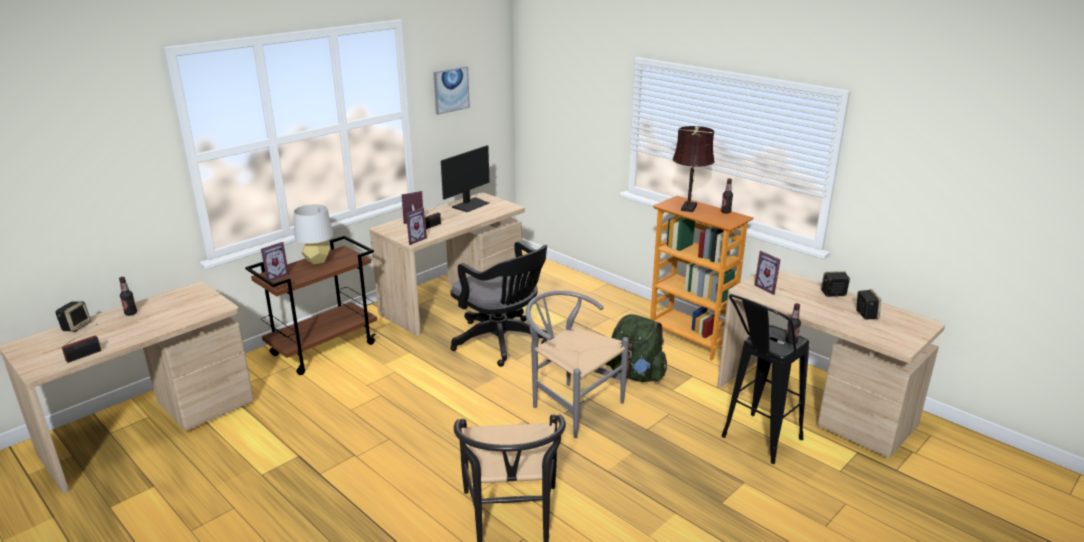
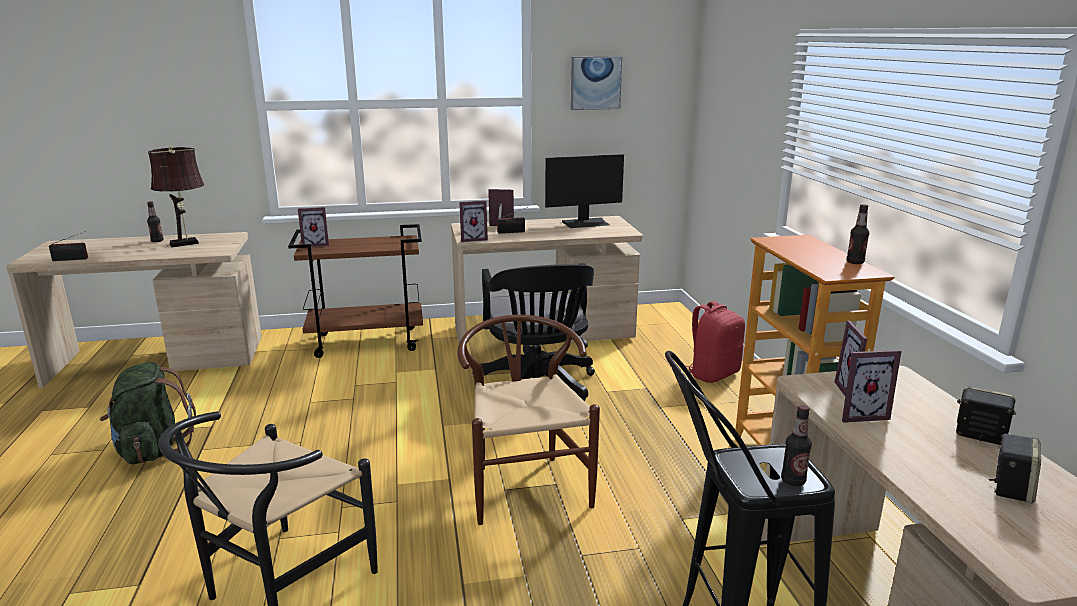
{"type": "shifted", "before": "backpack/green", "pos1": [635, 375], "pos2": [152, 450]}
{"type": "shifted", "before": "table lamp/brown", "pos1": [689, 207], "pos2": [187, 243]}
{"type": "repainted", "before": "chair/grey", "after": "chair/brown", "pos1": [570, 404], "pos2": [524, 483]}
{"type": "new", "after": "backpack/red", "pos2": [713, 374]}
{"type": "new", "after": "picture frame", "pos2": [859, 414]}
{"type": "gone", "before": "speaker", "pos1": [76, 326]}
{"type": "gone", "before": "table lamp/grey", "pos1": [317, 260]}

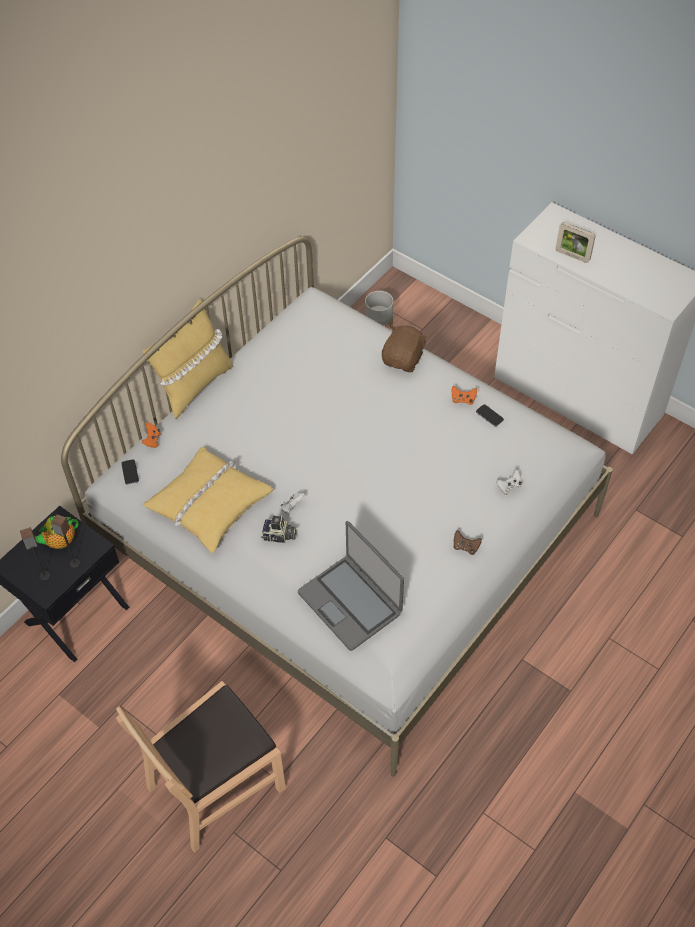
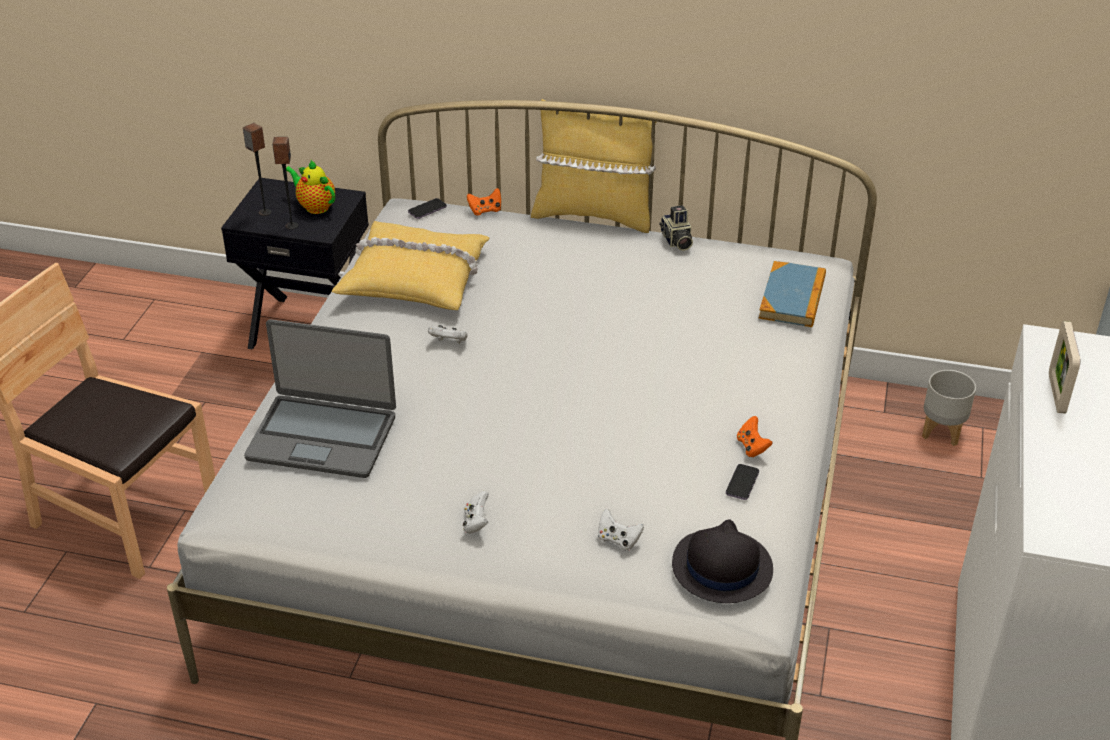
{"type": "rotated", "before": "laptop", "pos1": [350, 602], "pos2": [323, 436], "turn": -105}
{"type": "repainted", "before": "game controller/brown", "after": "game controller/white", "pos1": [465, 547], "pos2": [476, 523]}
{"type": "shifted", "before": "photo camera", "pos1": [279, 536], "pos2": [676, 241]}
{"type": "new", "after": "hat/black", "pos2": [721, 567]}
{"type": "new", "after": "book", "pos2": [792, 297]}
{"type": "gone", "before": "plush toy/brown", "pos1": [403, 359]}

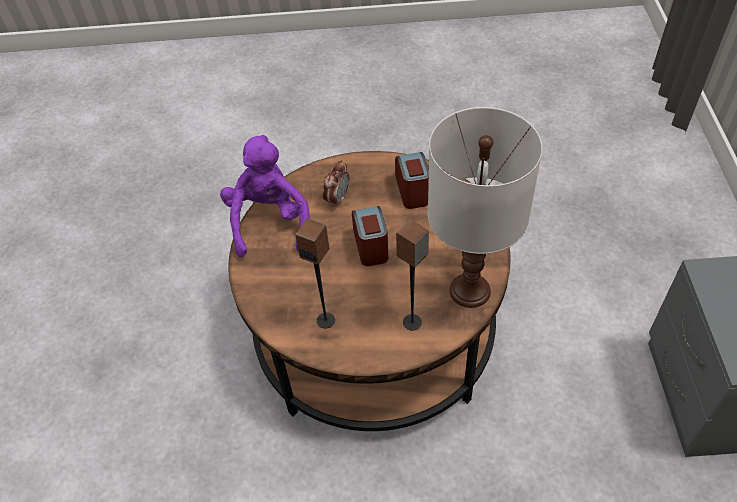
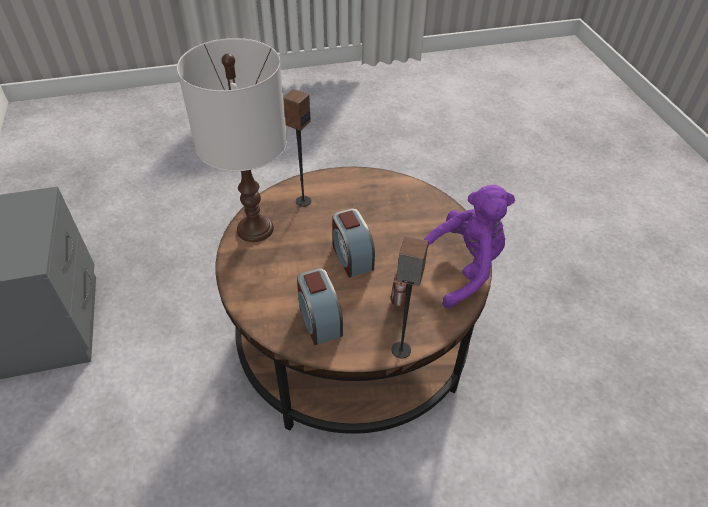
{"type": "shifted", "before": "speaker", "pos1": [326, 320], "pos2": [401, 350]}
{"type": "rotated", "before": "plush toy/purple", "pos1": [269, 221], "pos2": [462, 268], "turn": -105}

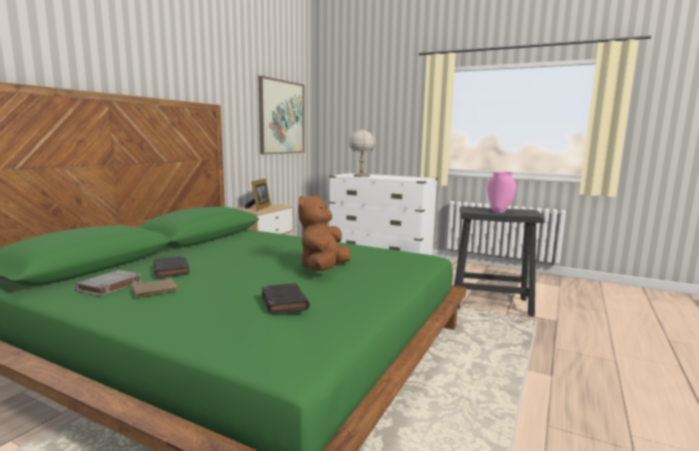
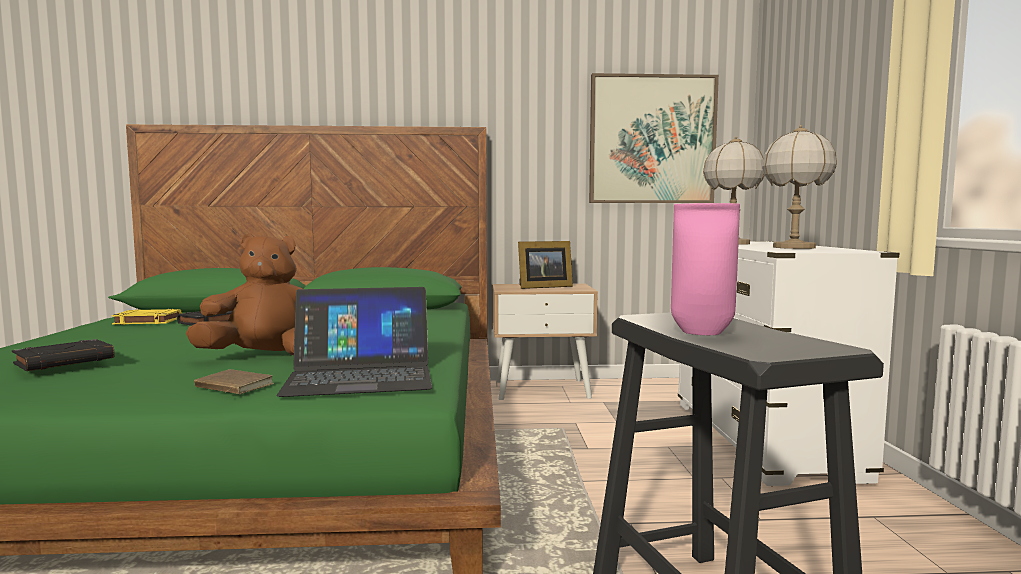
{"type": "repainted", "before": "book/grey", "after": "book/yellow", "pos1": [109, 286], "pos2": [147, 321]}
{"type": "shifted", "before": "book/brown", "pos1": [155, 291], "pos2": [232, 387]}
{"type": "new", "after": "laptop", "pos2": [360, 375]}
{"type": "new", "after": "table lamp", "pos2": [793, 247]}

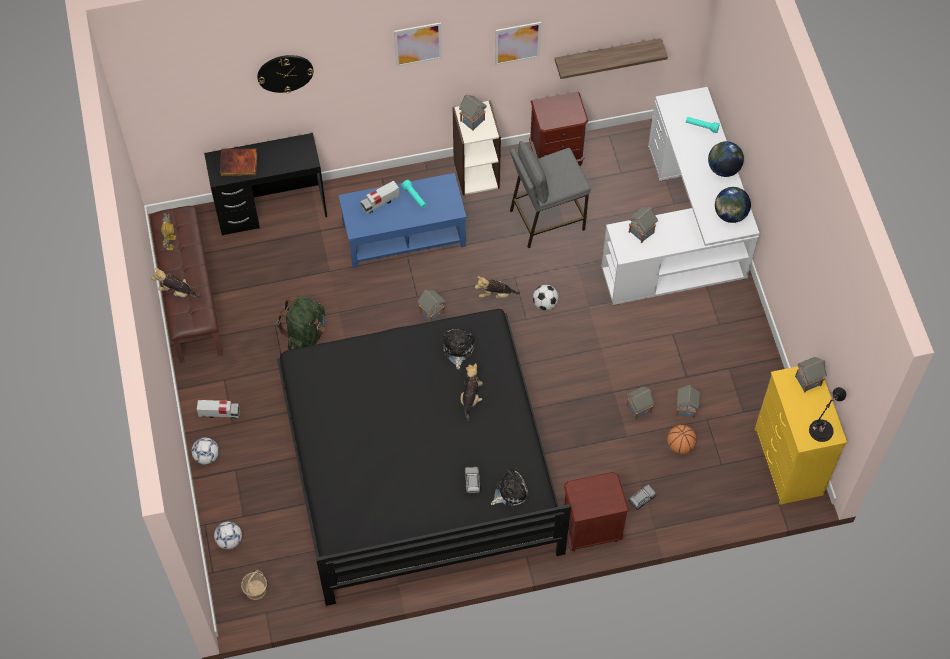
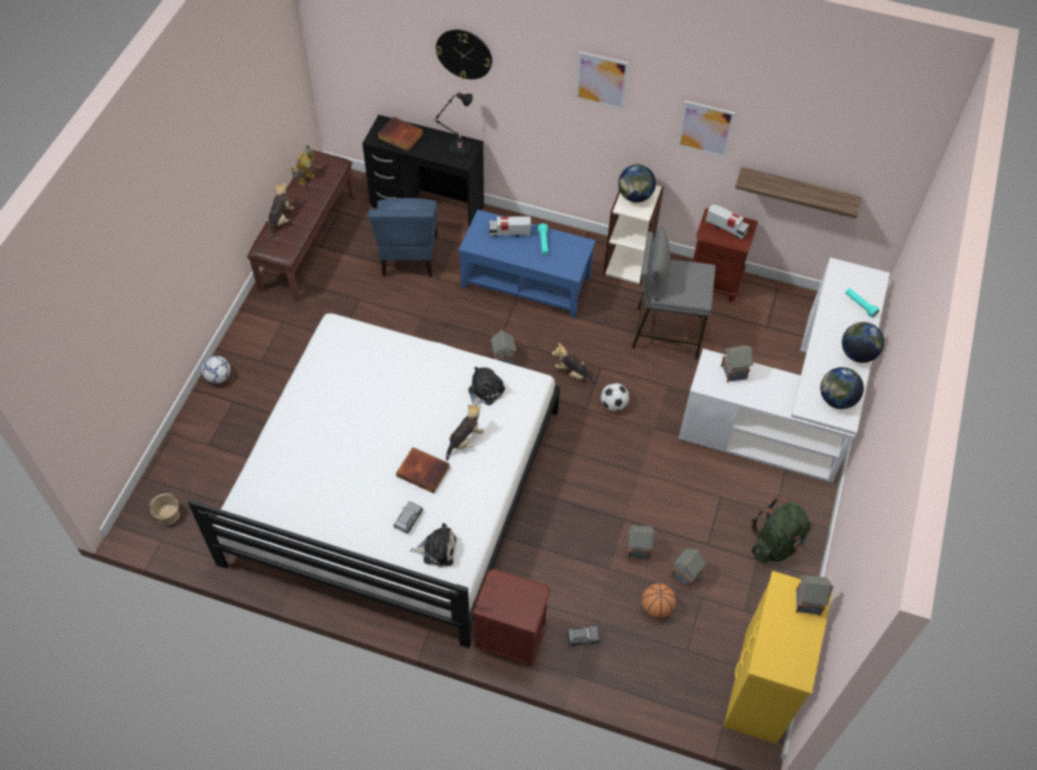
{"type": "repainted", "before": "bed/black", "after": "bed/white", "pos1": [419, 465], "pos2": [393, 485]}
{"type": "rotated", "before": "plush toy", "pos1": [177, 291], "pos2": [281, 220], "turn": 60}
{"type": "new", "after": "chair/blue", "pos2": [408, 255]}
{"type": "new", "after": "book", "pos2": [424, 470]}
{"type": "shifted", "before": "table lamp/black", "pos1": [819, 432], "pos2": [458, 148]}
{"type": "swapped", "before": "toy house", "after": "globe", "pos1": [473, 120], "pos2": [635, 196]}
{"type": "shifted", "before": "toy truck", "pos1": [220, 413], "pos2": [726, 228]}
{"type": "shifted", "before": "backpack/green", "pos1": [305, 334], "pos2": [776, 544]}
{"type": "gone", "before": "football", "pos1": [229, 540]}

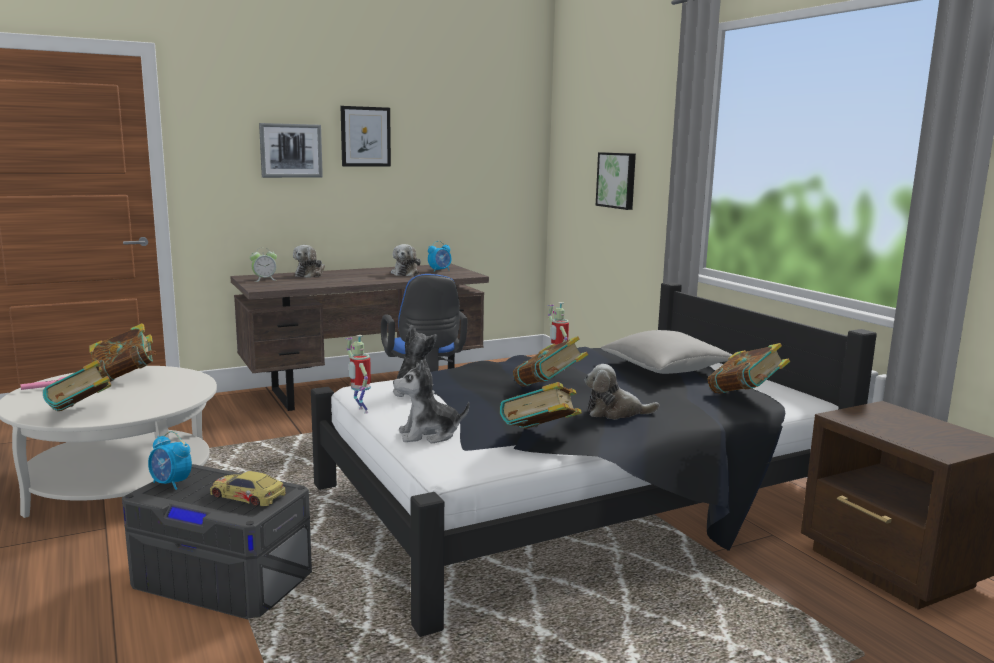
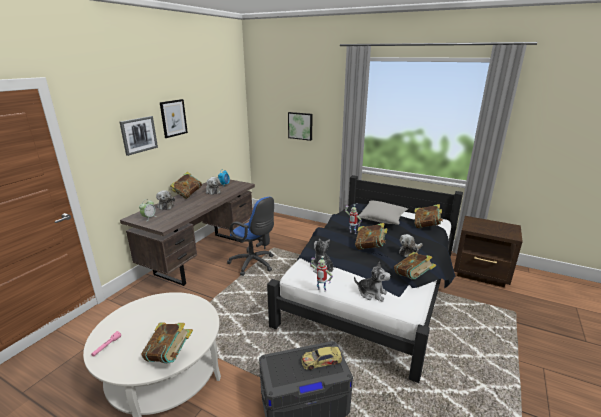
{"type": "shifted", "before": "book", "pos1": [125, 377], "pos2": [188, 195]}
{"type": "rotated", "before": "plush toy", "pos1": [429, 435], "pos2": [371, 293], "turn": -105}
{"type": "gone", "before": "alarm clock", "pos1": [171, 484]}

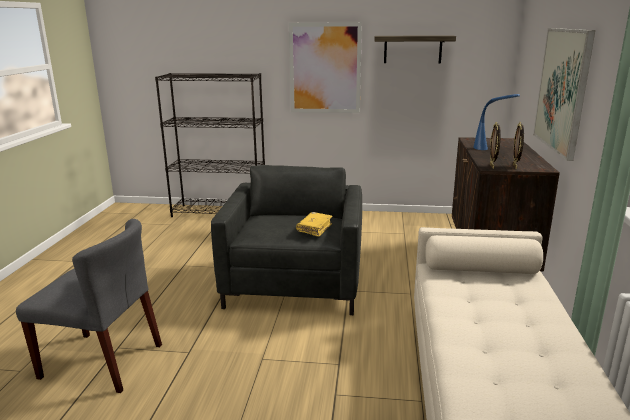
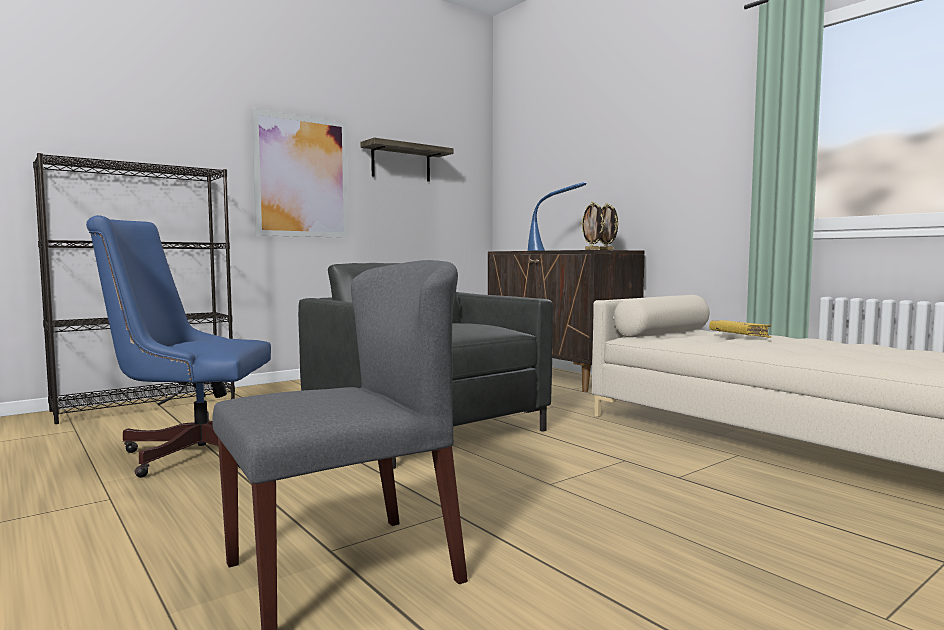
{"type": "new", "after": "office chair/blue", "pos2": [191, 452]}
{"type": "shifted", "before": "book/yellow", "pos1": [314, 228], "pos2": [739, 336]}
{"type": "gone", "before": "picture", "pos1": [562, 90]}

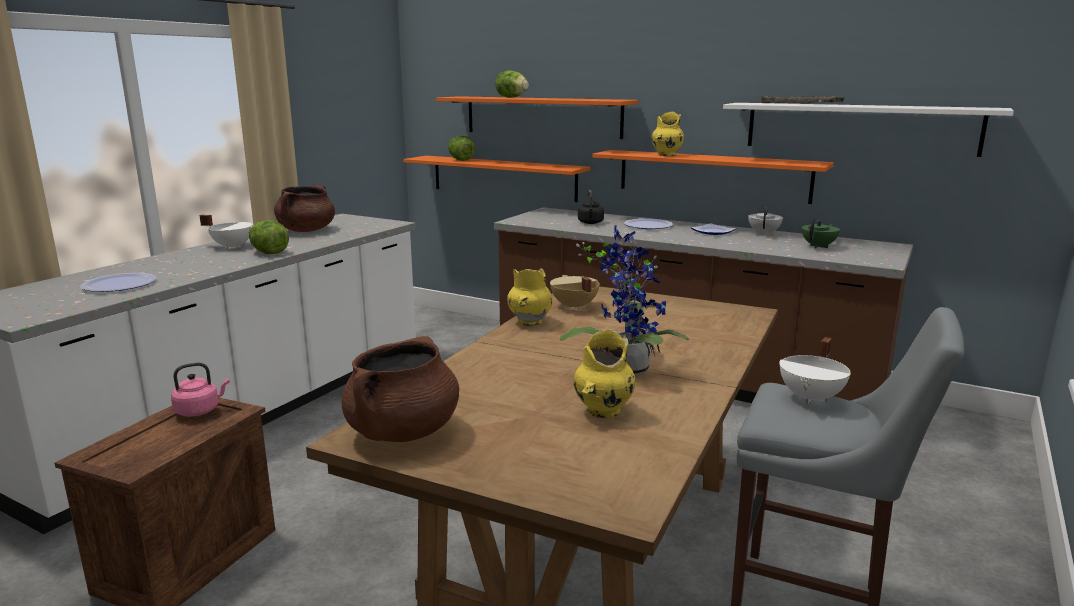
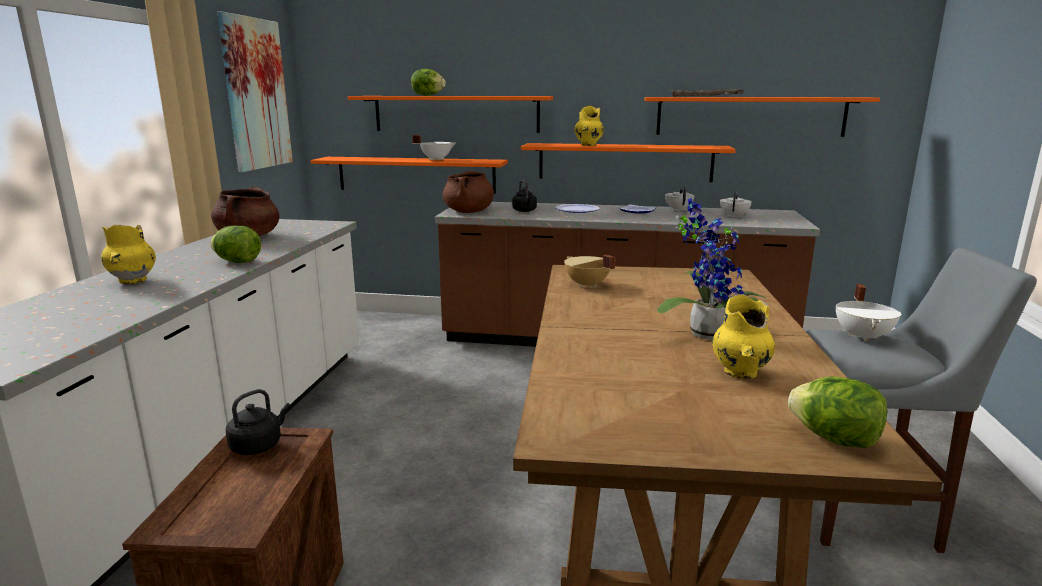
{"type": "shifted", "before": "vase/yellow", "pos1": [529, 322], "pos2": [133, 281]}
{"type": "new", "after": "picture", "pos2": [256, 94]}
{"type": "repainted", "before": "kettle/pink", "after": "kettle/black", "pos1": [200, 410], "pos2": [258, 445]}
{"type": "shifted", "before": "cooking pot/white", "pos1": [233, 246], "pos2": [436, 159]}
{"type": "shifted", "before": "cooking pot/brown", "pos1": [403, 432], "pos2": [468, 212]}
{"type": "repainted", "before": "shelf/white", "after": "shelf/orange", "pos1": [859, 128], "pos2": [749, 116]}
{"type": "repainted", "before": "teapot/green", "after": "teapot/white", "pos1": [819, 246], "pos2": [734, 216]}
{"type": "shifted", "before": "lettuce", "pos1": [461, 160], "pos2": [834, 439]}
{"type": "gone", "before": "plate", "pos1": [119, 284]}

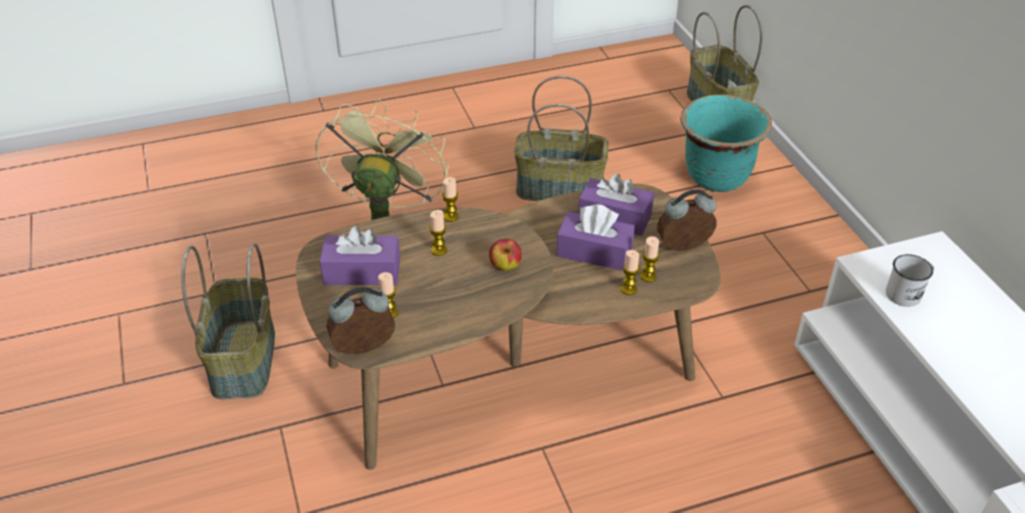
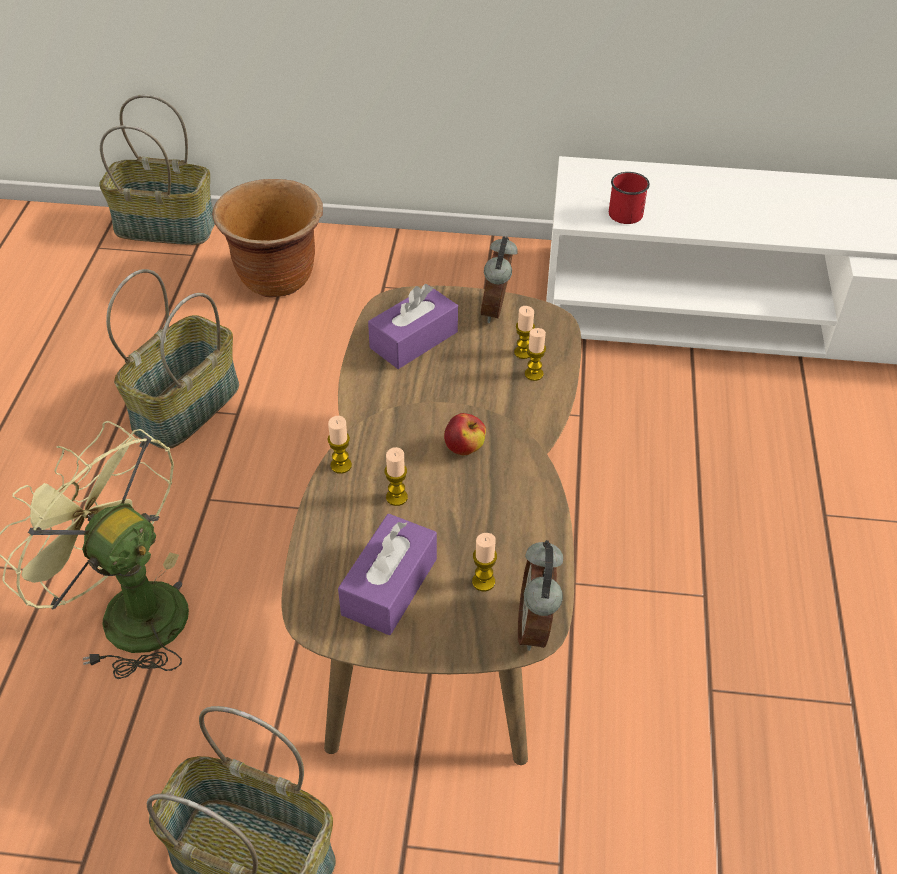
{"type": "repainted", "before": "planter/turquoise", "after": "planter/brown", "pos1": [716, 178], "pos2": [277, 280]}
{"type": "repainted", "before": "mug/white", "after": "mug/red", "pos1": [907, 293], "pos2": [624, 210]}
{"type": "gone", "before": "tissue box/purple", "pos1": [594, 252]}

